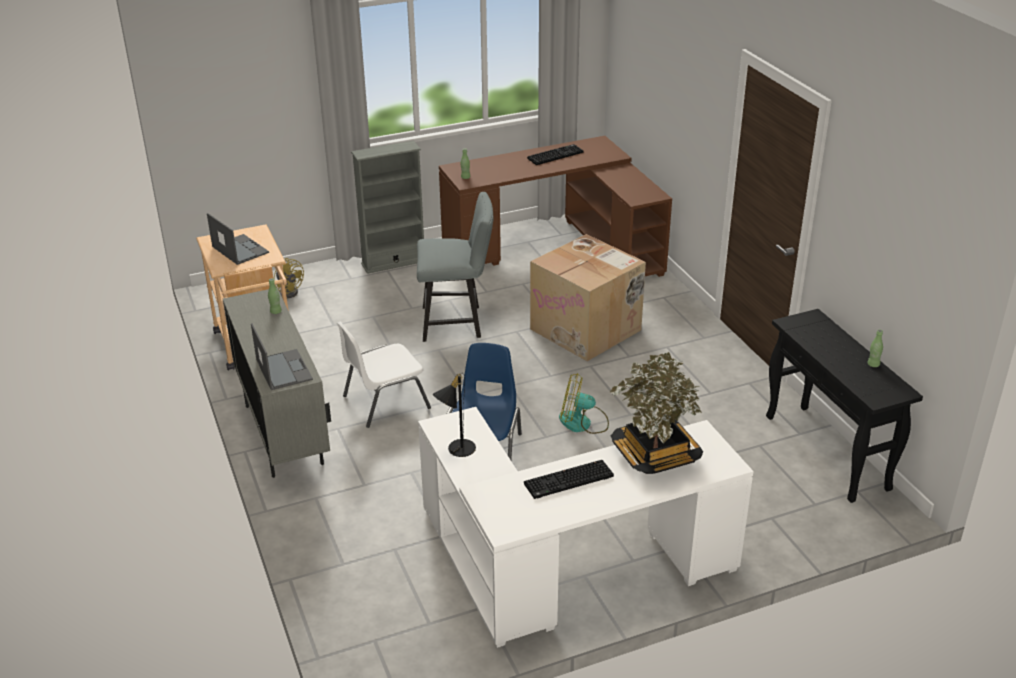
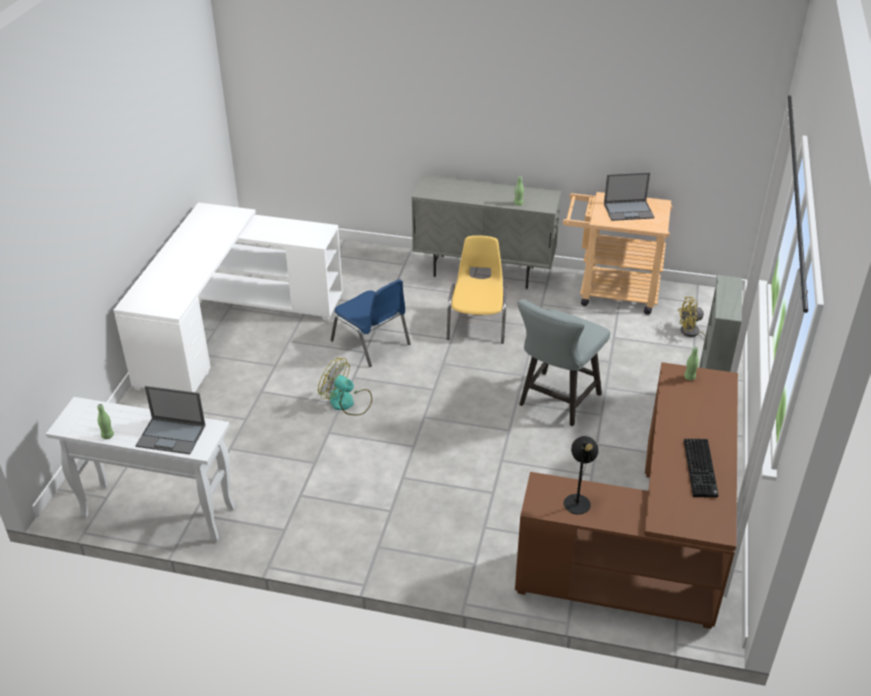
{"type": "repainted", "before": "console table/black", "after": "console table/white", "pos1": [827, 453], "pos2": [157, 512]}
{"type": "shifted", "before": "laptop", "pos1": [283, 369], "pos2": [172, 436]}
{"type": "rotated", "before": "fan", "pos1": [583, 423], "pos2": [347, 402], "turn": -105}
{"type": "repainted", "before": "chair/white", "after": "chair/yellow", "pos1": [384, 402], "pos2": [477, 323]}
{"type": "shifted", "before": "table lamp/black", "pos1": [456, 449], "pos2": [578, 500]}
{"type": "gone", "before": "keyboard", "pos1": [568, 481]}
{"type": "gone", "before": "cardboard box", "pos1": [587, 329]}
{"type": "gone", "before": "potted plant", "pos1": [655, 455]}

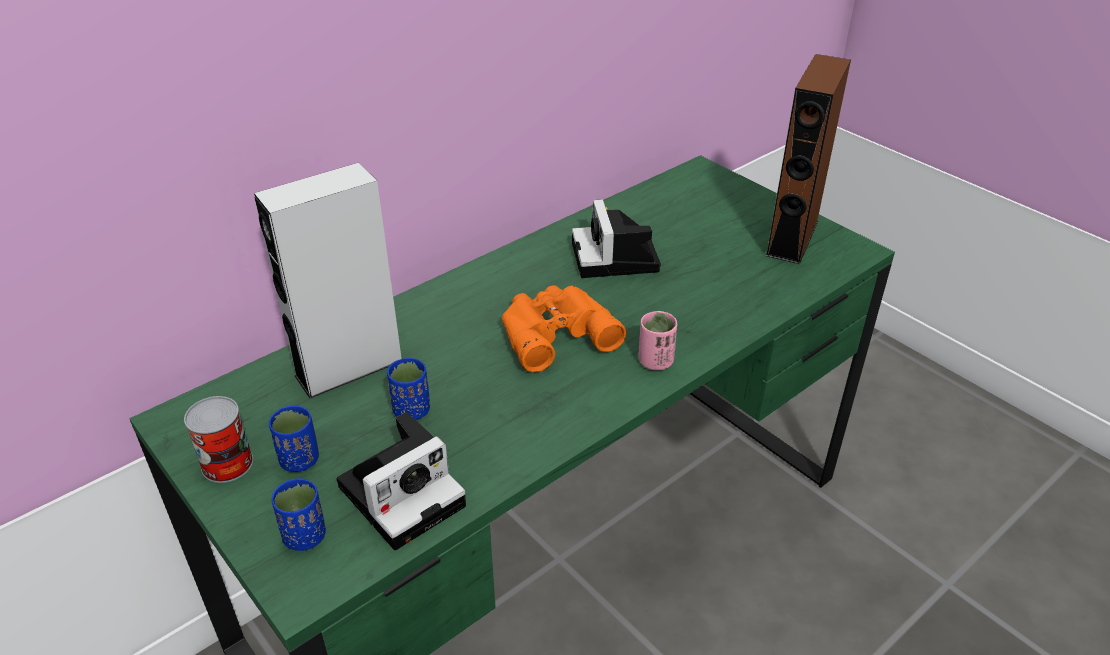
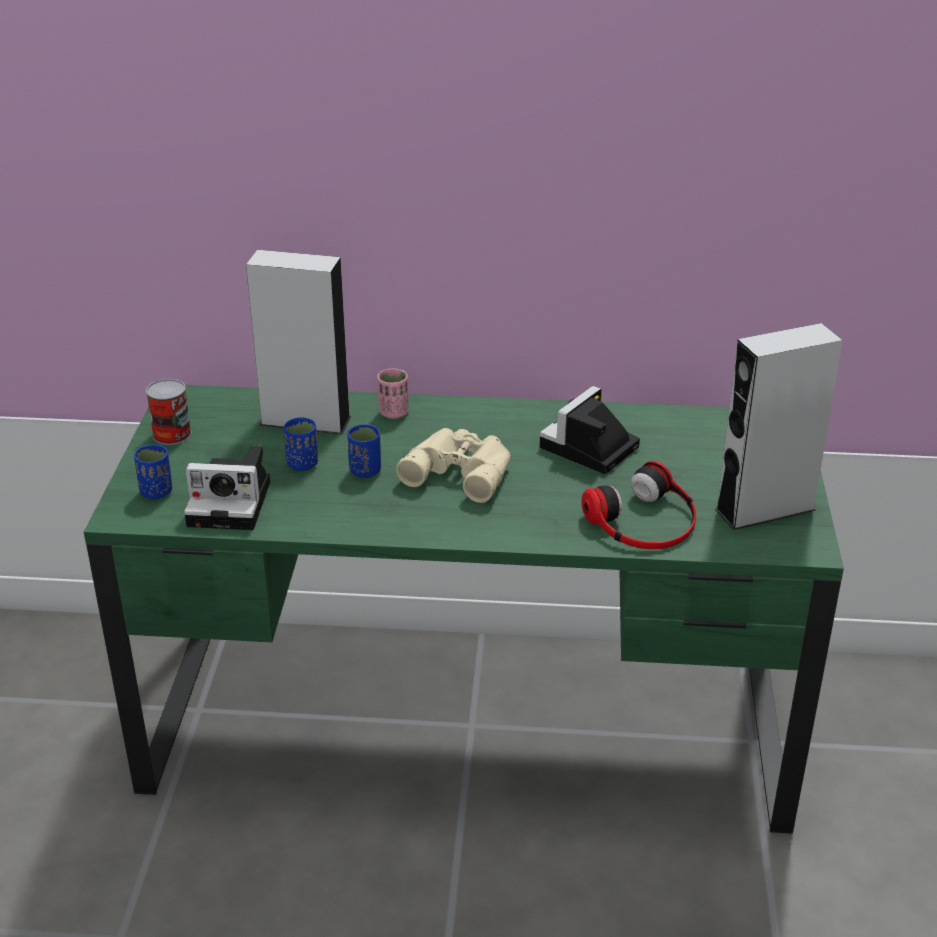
{"type": "shifted", "before": "cup/blue", "pos1": [300, 460], "pos2": [365, 471]}
{"type": "shifted", "before": "cup/pink", "pos1": [655, 361], "pos2": [393, 413]}
{"type": "repainted", "before": "binoculars/orange", "after": "binoculars/beige", "pos1": [554, 332], "pos2": [461, 470]}
{"type": "new", "after": "headphones", "pos2": [644, 521]}
{"type": "repainted", "before": "speaker/brown", "after": "speaker/grey", "pos1": [792, 238], "pos2": [765, 509]}

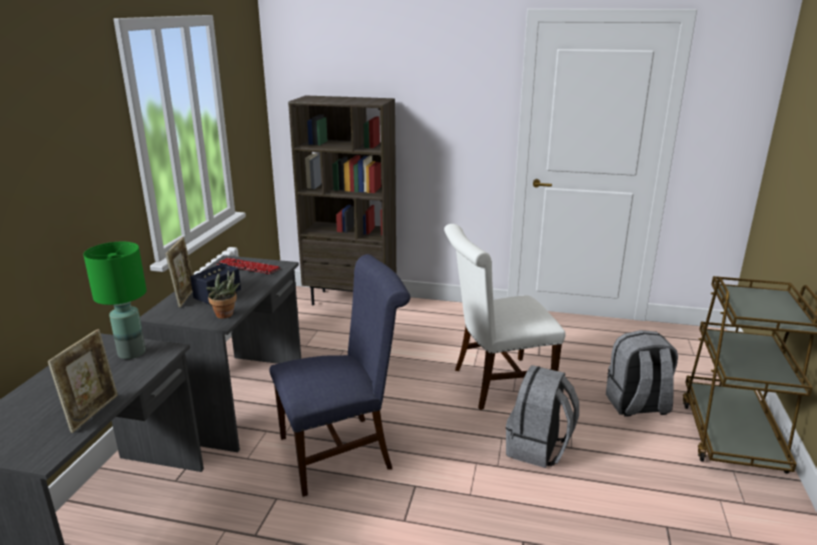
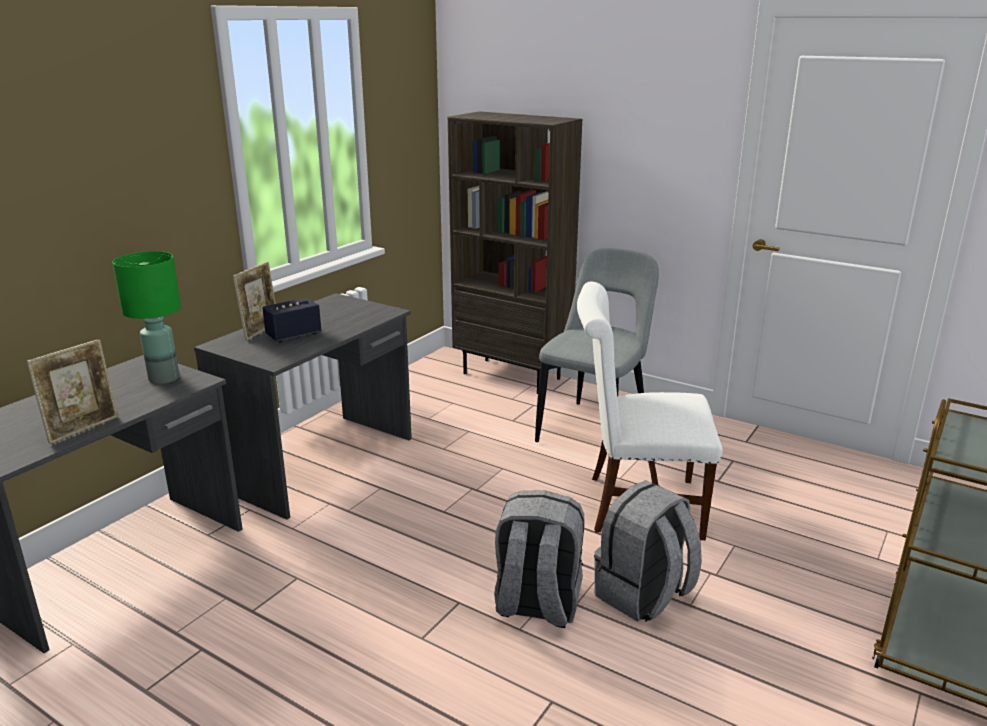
{"type": "shifted", "before": "backpack/grey", "pos1": [637, 405], "pos2": [536, 605]}
{"type": "new", "after": "chair/grey", "pos2": [595, 428]}
{"type": "gone", "before": "potted plant", "pos1": [227, 315]}
{"type": "gone", "before": "keyboard", "pos1": [248, 267]}
{"type": "gone", "before": "chair/blue", "pos1": [342, 451]}

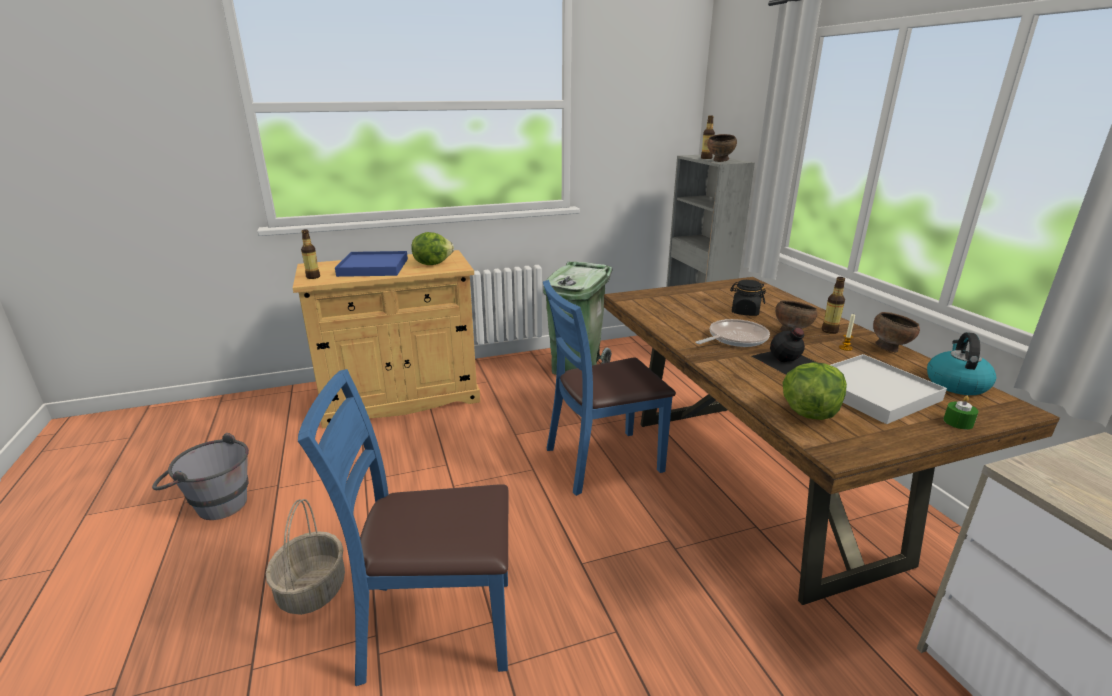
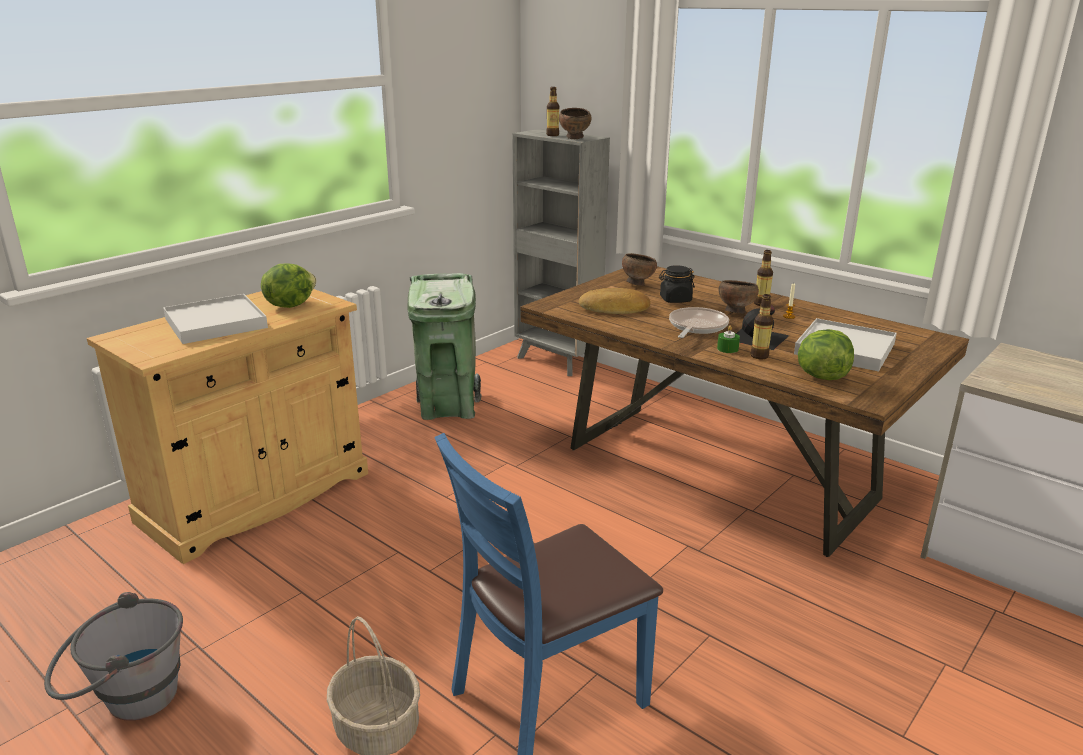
{"type": "repainted", "before": "tray/blue", "after": "tray/white", "pos1": [373, 267], "pos2": [215, 323]}
{"type": "new", "after": "bread", "pos2": [615, 308]}
{"type": "shifted", "before": "bowl/brown", "pos1": [889, 349], "pos2": [637, 284]}
{"type": "shifted", "before": "candle/green", "pos1": [958, 422], "pos2": [727, 349]}
{"type": "shifted", "before": "bottle", "pos1": [313, 277], "pos2": [759, 356]}
{"type": "gone", "before": "chair/blue", "pos1": [602, 461]}
{"type": "gone", "before": "kettle", "pos1": [955, 384]}

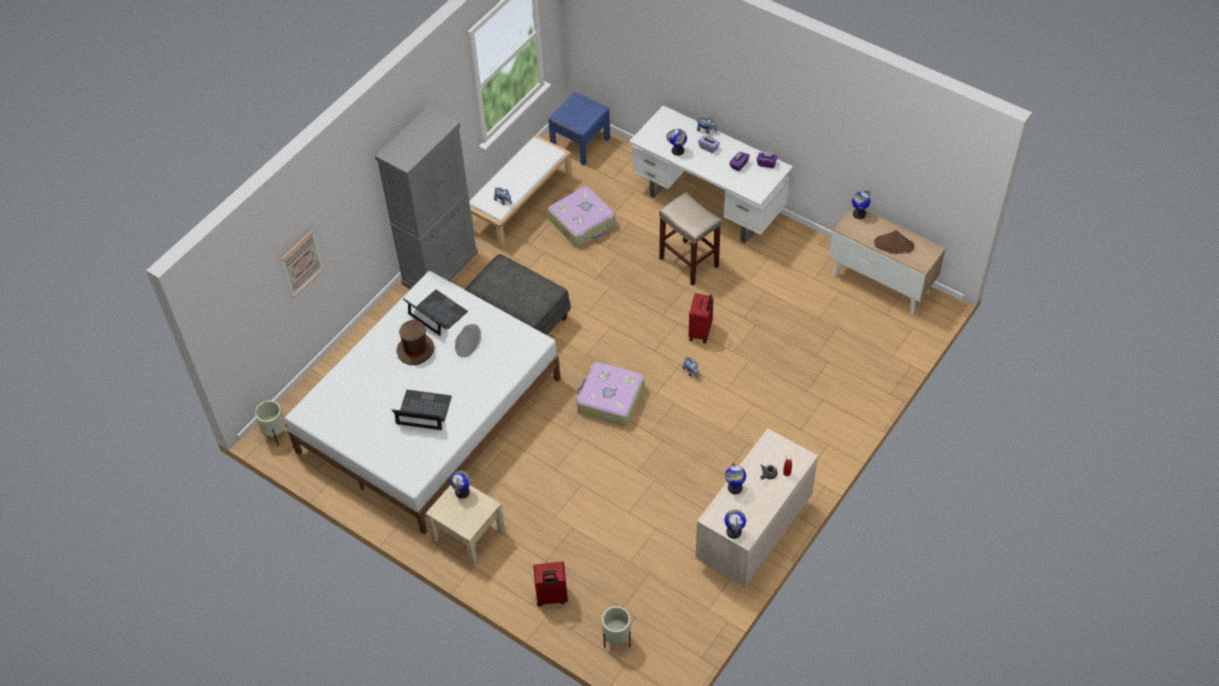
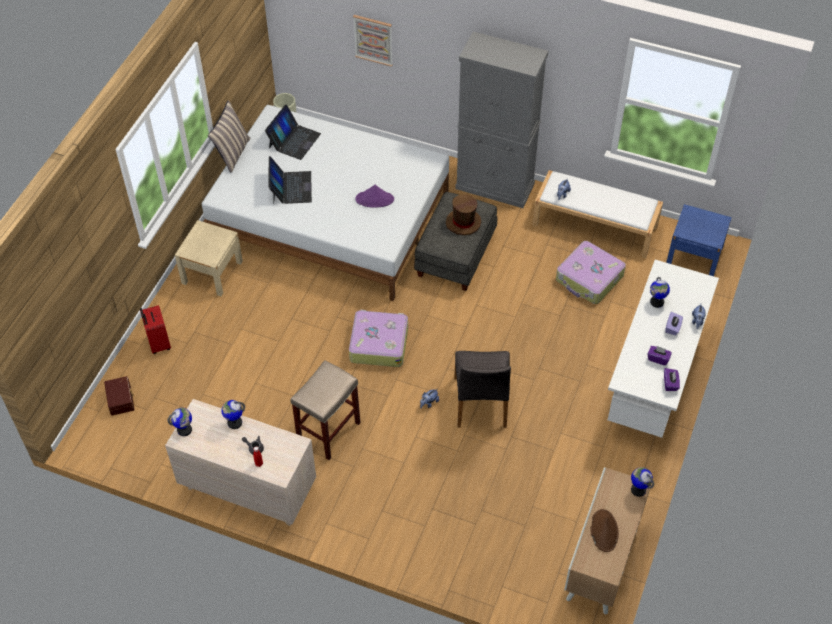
{"type": "swapped", "before": "planter/beige", "after": "storage box/brown", "pos1": [616, 640], "pos2": [121, 399]}
{"type": "new", "after": "pillow", "pos2": [232, 153]}
{"type": "shifted", "before": "laptop", "pos1": [437, 313], "pos2": [294, 140]}
{"type": "shifted", "before": "stool/beige", "pos1": [688, 262], "pos2": [329, 431]}
{"type": "repainted", "before": "hat/grey", "after": "hat/purple", "pos1": [468, 340], "pos2": [375, 199]}
{"type": "shifted", "before": "hat/brown", "pos1": [415, 350], "pos2": [463, 223]}
{"type": "swapped", "before": "suitcase/red", "after": "chair/grey", "pos1": [701, 332], "pos2": [481, 402]}
{"type": "gone", "before": "globe", "pos1": [462, 492]}

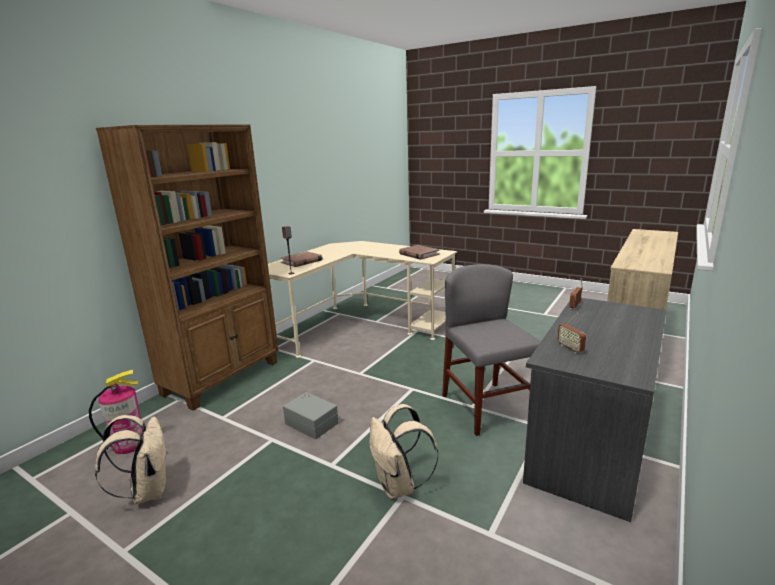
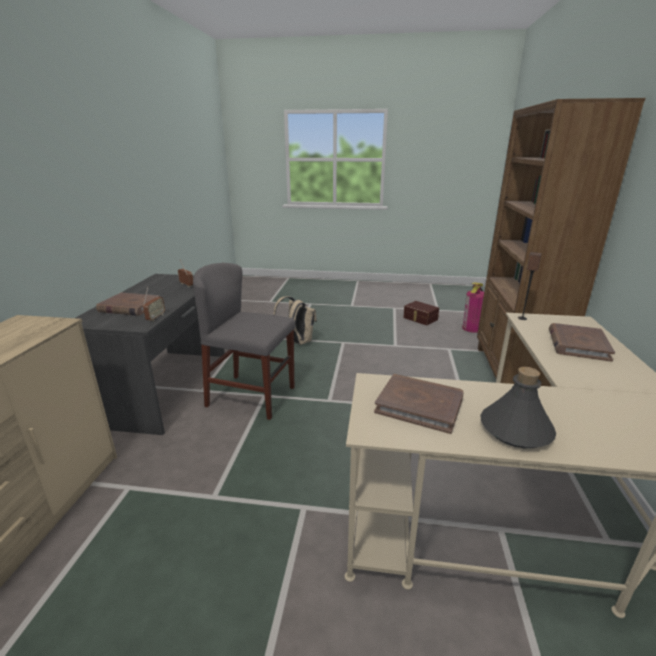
{"type": "new", "after": "book/brown", "pos2": [129, 307]}
{"type": "rotated", "before": "chair/grey", "pos1": [486, 408], "pos2": [251, 396], "turn": 150}
{"type": "swapped", "before": "backpack/beige", "after": "storage box/brown", "pos1": [148, 491], "pos2": [420, 319]}
{"type": "new", "after": "bottle/grey", "pos2": [516, 430]}
{"type": "gone", "before": "storage box/grey", "pos1": [312, 422]}

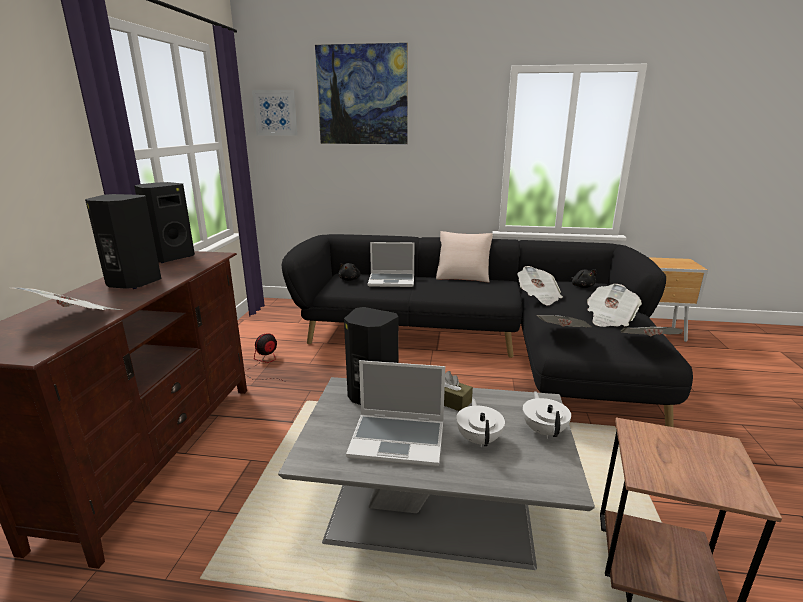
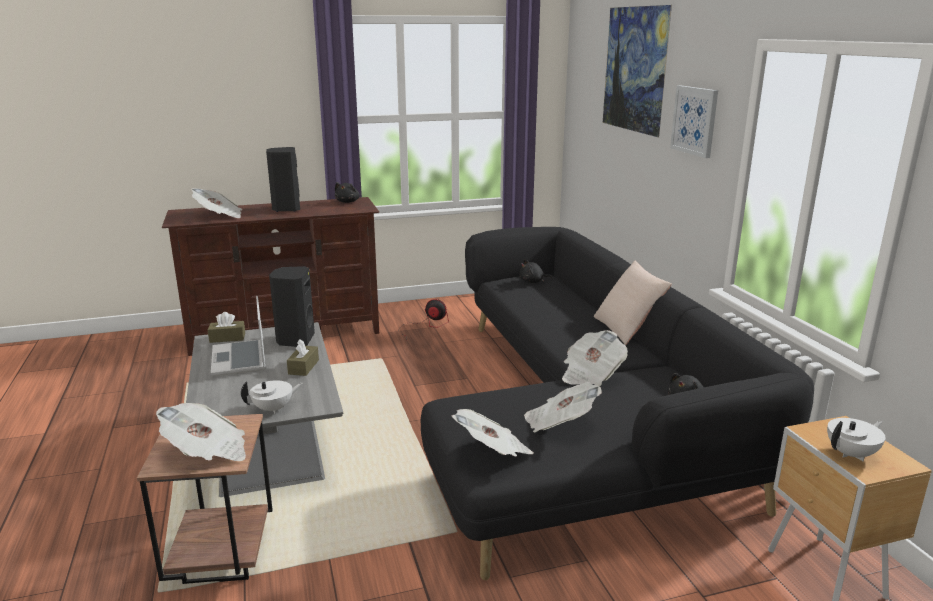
{"type": "shifted", "before": "newspaper", "pos1": [562, 335], "pos2": [207, 452]}
{"type": "new", "after": "tissue box/brown", "pos2": [227, 338]}
{"type": "swapped", "before": "speaker/black", "after": "plush toy/black", "pos1": [170, 258], "pos2": [348, 202]}
{"type": "shifted", "before": "picture", "pos1": [275, 113], "pos2": [695, 120]}
{"type": "shifted", "before": "teapot/white", "pos1": [479, 439], "pos2": [851, 454]}
{"type": "gone", "before": "laptop", "pos1": [392, 281]}

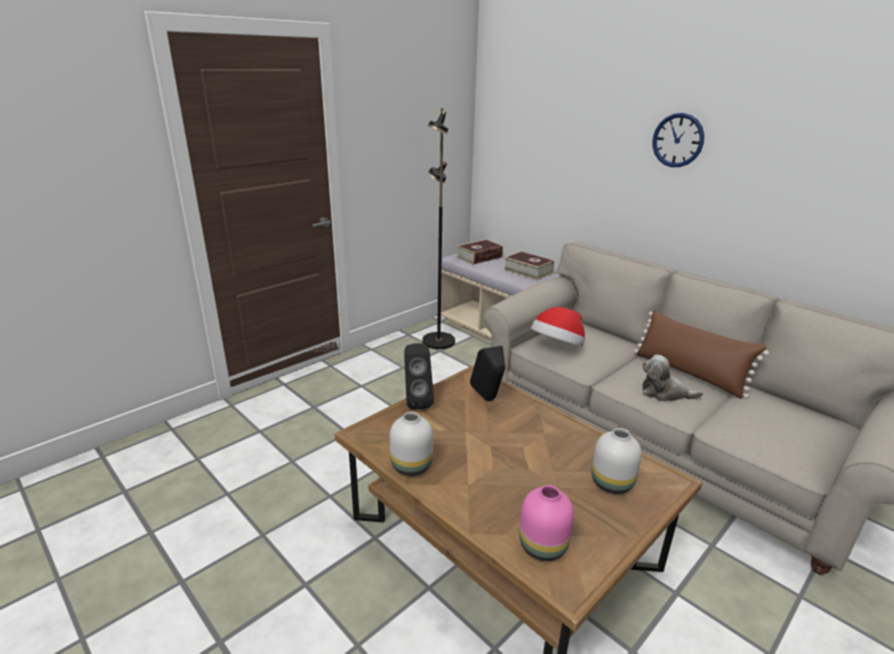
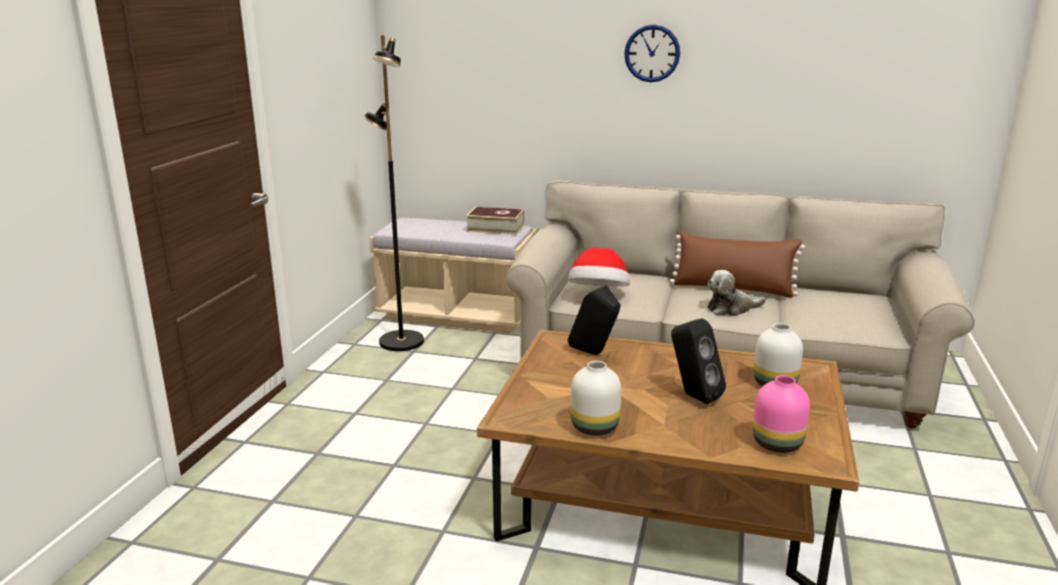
{"type": "shifted", "before": "speaker/black", "pos1": [416, 401], "pos2": [692, 396]}
{"type": "gone", "before": "book", "pos1": [479, 257]}

